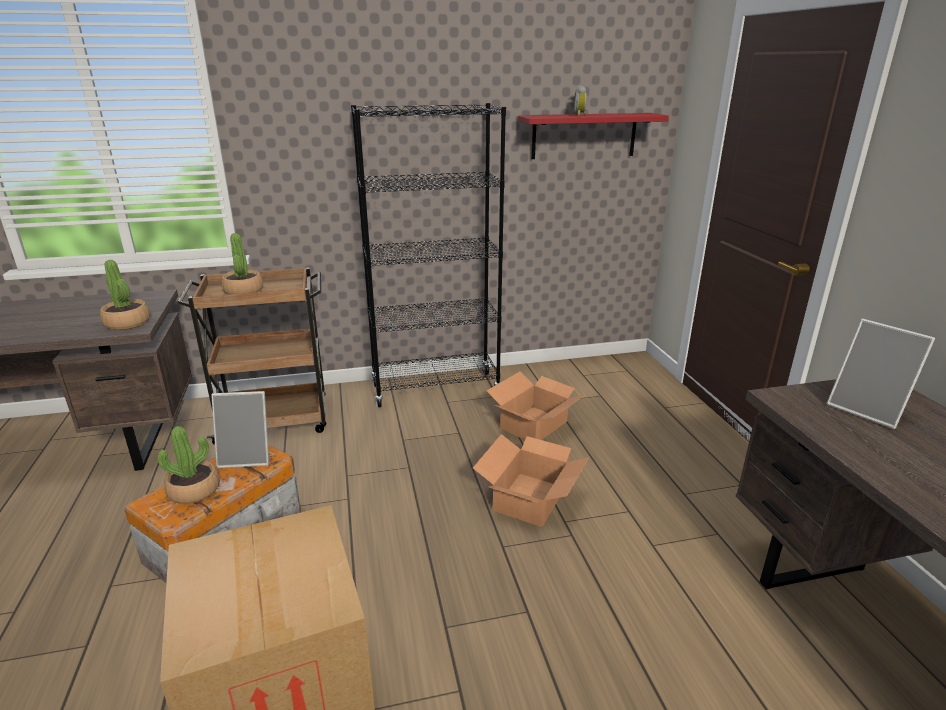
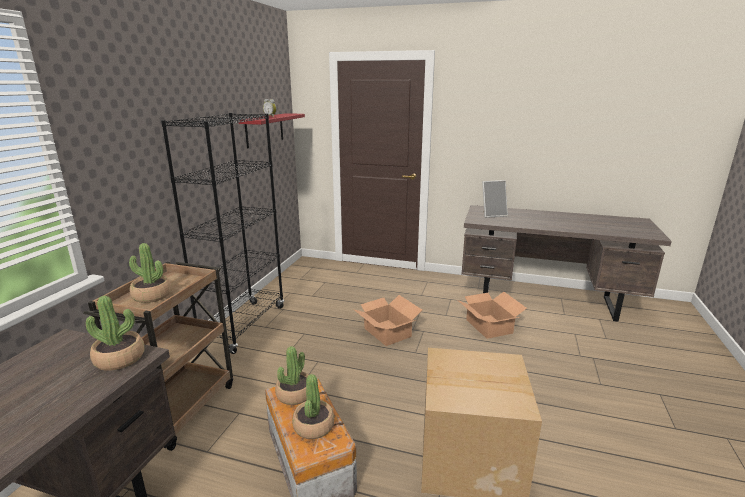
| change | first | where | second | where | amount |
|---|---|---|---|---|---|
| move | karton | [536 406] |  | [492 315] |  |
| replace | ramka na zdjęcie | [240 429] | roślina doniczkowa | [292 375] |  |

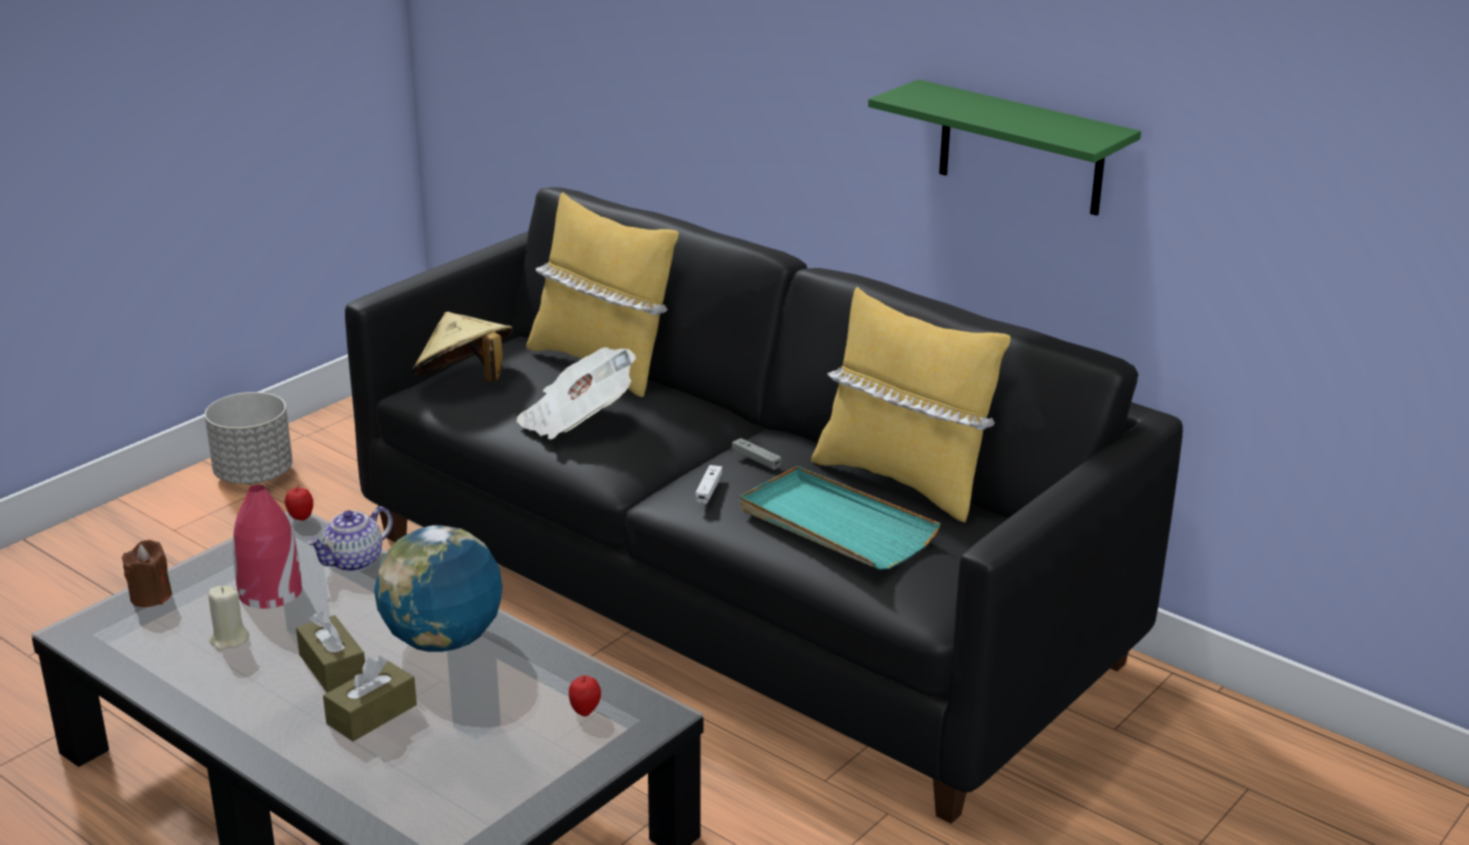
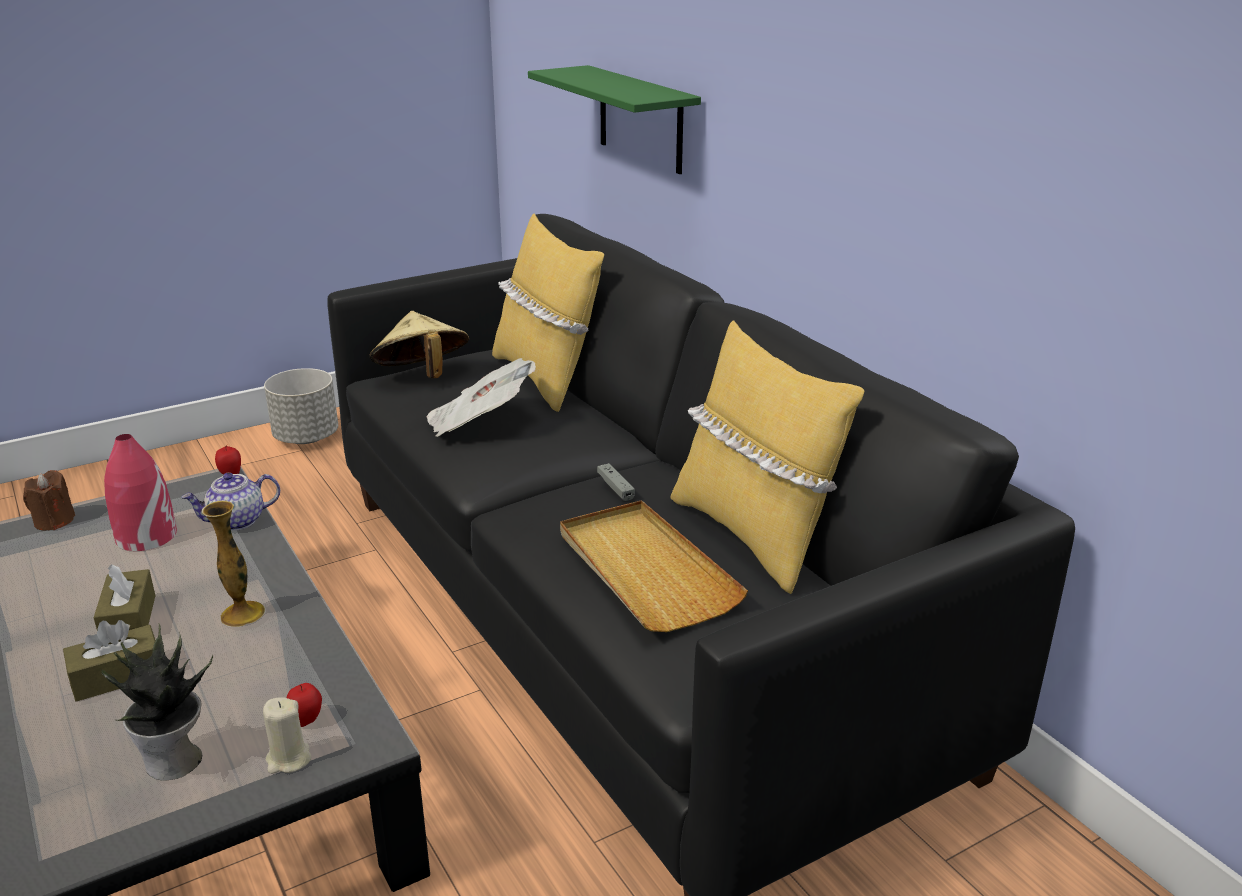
| change | first | where | second | where | amount |
|---|---|---|---|---|---|
| delete | pad do gier/biały | [709 484] |  |  |  |
| insert |  |  | roślina doniczkowa | [157 702] |  |
| move | świeca/beżowy | [228 618] |  | [287 735] |  |
| move | półka/zielony | [1004 147] |  | [614 119] |  |
| replace | globus | [438 588] | wazon | [234 563] |  |
| recolor | taca/turkusowy | [840 517] | taca/beżowy | [654 566] |  |

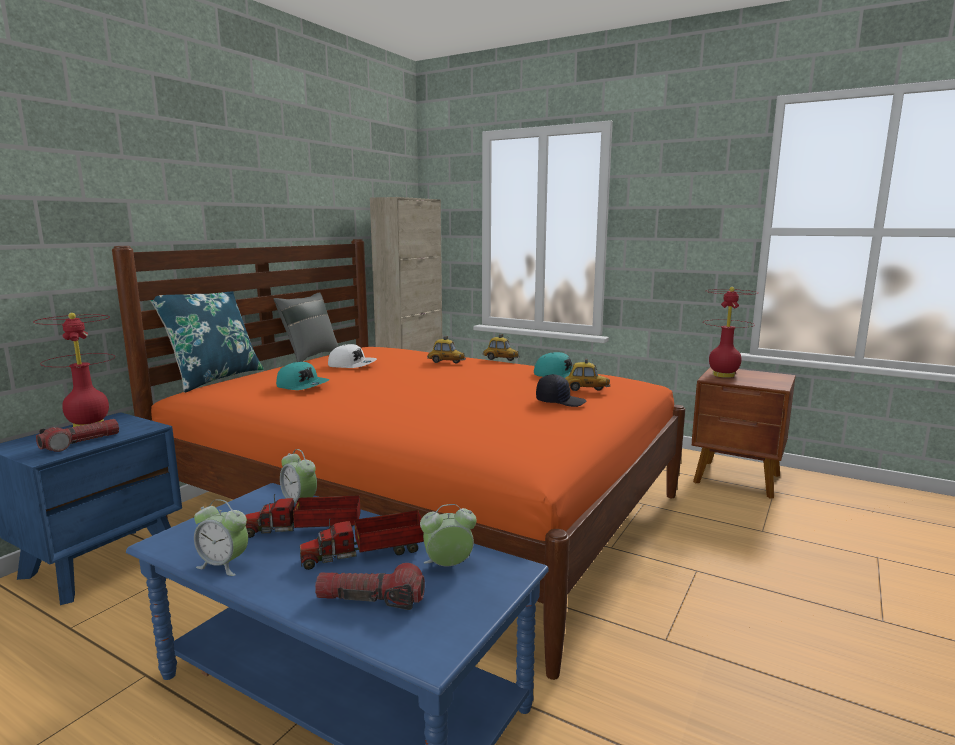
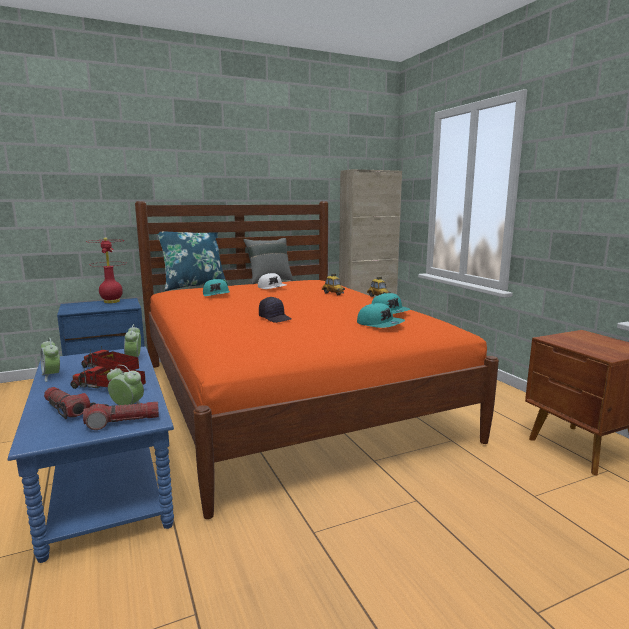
| change | first | where | second | where | amount |
|---|---|---|---|---|---|
| delete | lampa stołowa/czerwony | [730 332] |  |  |  |
| move | latarka | [77 435] |  | [121 415] |  |
| move | czapka z daszkiem/czarny | [561 390] |  | [275 310] |  |
| replace | samochodzik | [587 374] | czapka z daszkiem/turkusowy | [381 315] |  |

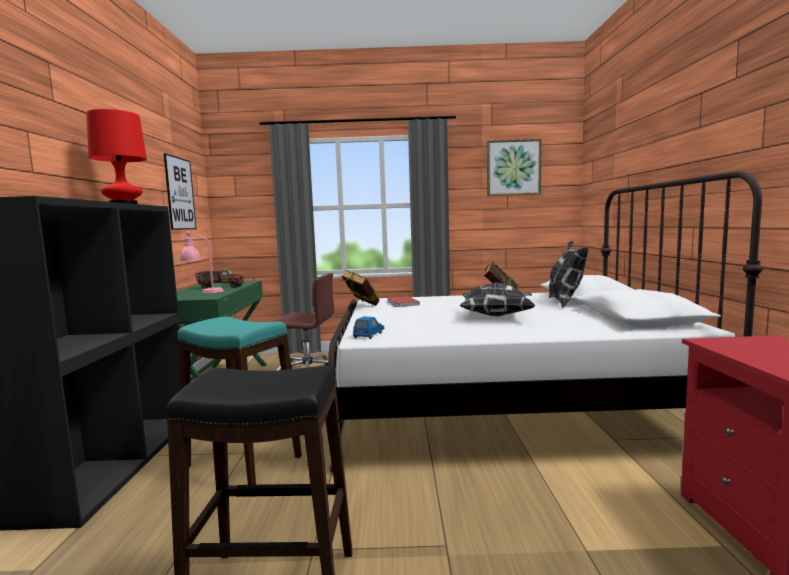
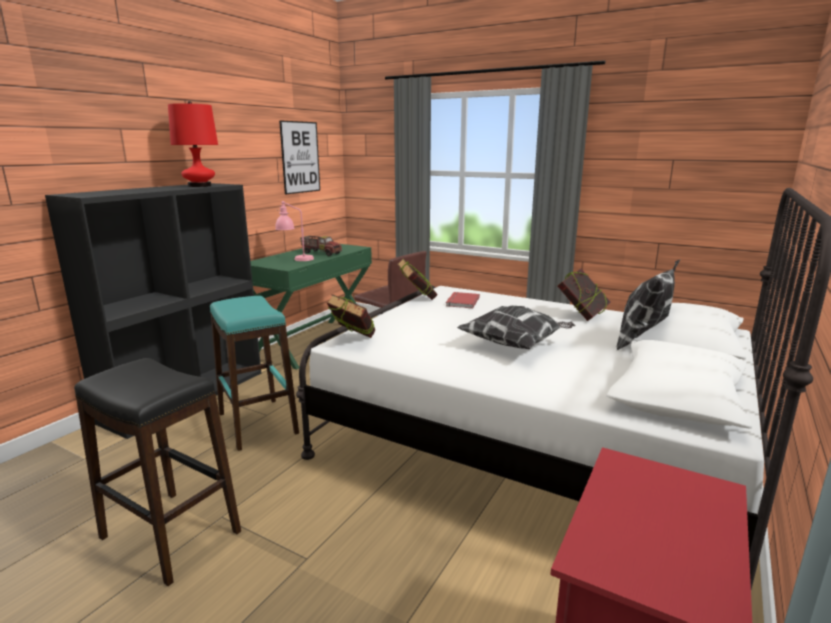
| change | first | where | second | where | amount |
|---|---|---|---|---|---|
| delete | obraz | [514 167] |  |  |  |
| replace | samochodzik/niebieski | [368 327] | książka | [351 316] |  |

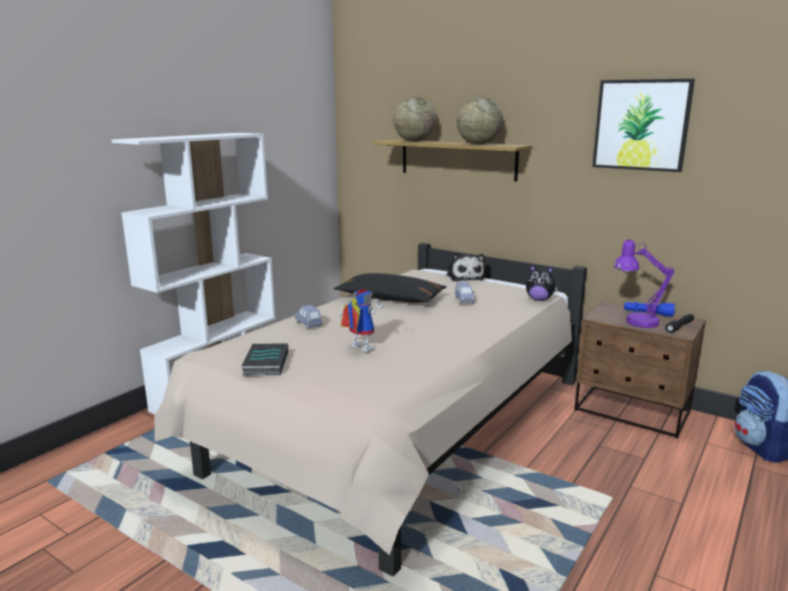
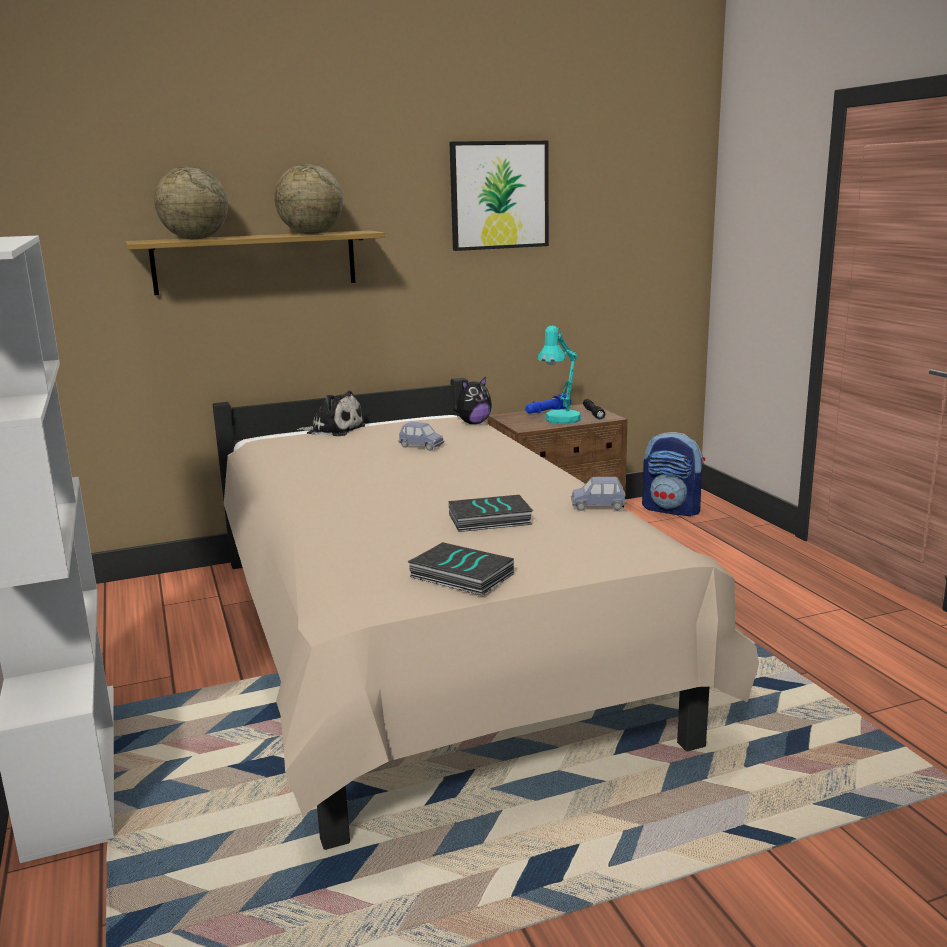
| change | first | where | second | where | amount |
|---|---|---|---|---|---|
| delete | poduszka/czarny | [390 287] |  |  |  |
| move | samochodzik/niebieski | [309 317] |  | [598 494] |  |
| replace | robot zabawkowy | [362 320] | książka | [491 513] |  |
| recolor | lampa stołowa/fioletowy | [644 283] | lampa stołowa/turkusowy | [559 375] |  |

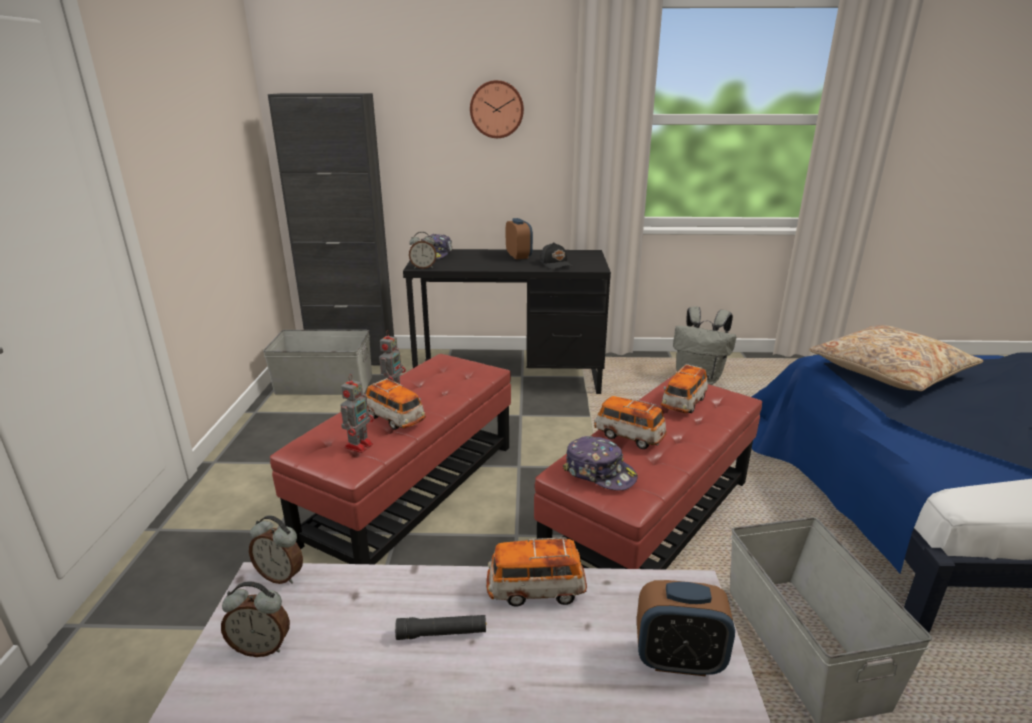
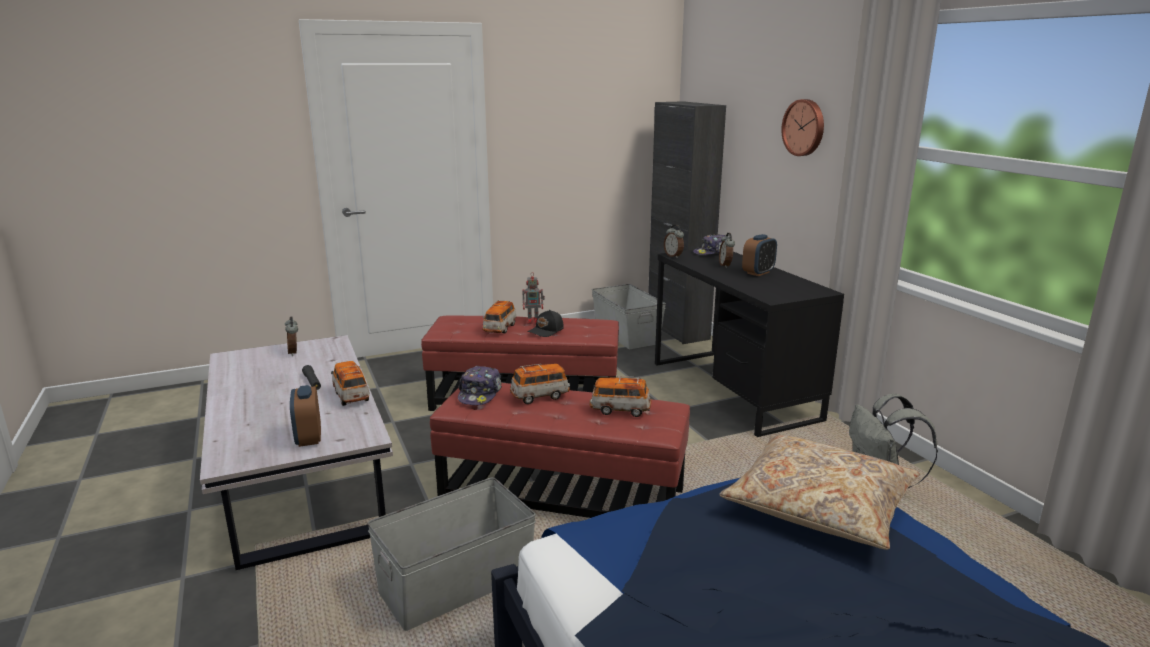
| change | first | where | second | where | amount |
|---|---|---|---|---|---|
| delete | robot zabawkowy | [357 413] |  |  |  |
| move | budzik | [276 549] |  | [727 250] |  |
| move | czapka z daszkiem/czarny | [556 255] |  | [545 323] |  |
| rotate | samochodzik | [631 422] |  | [540 384] | 60 degrees clockwise |

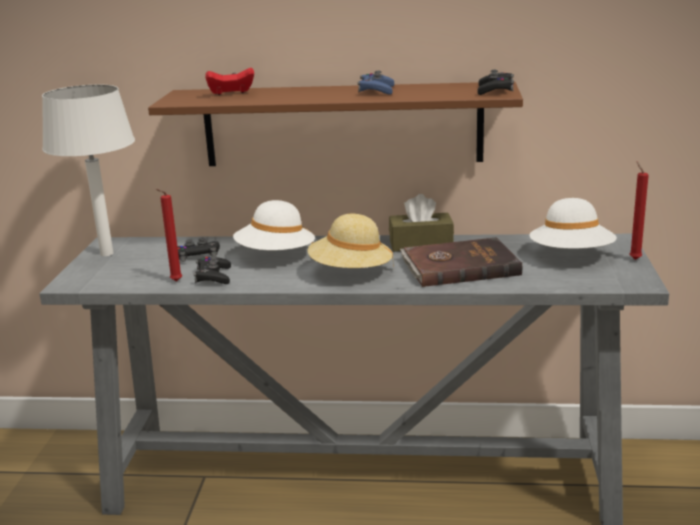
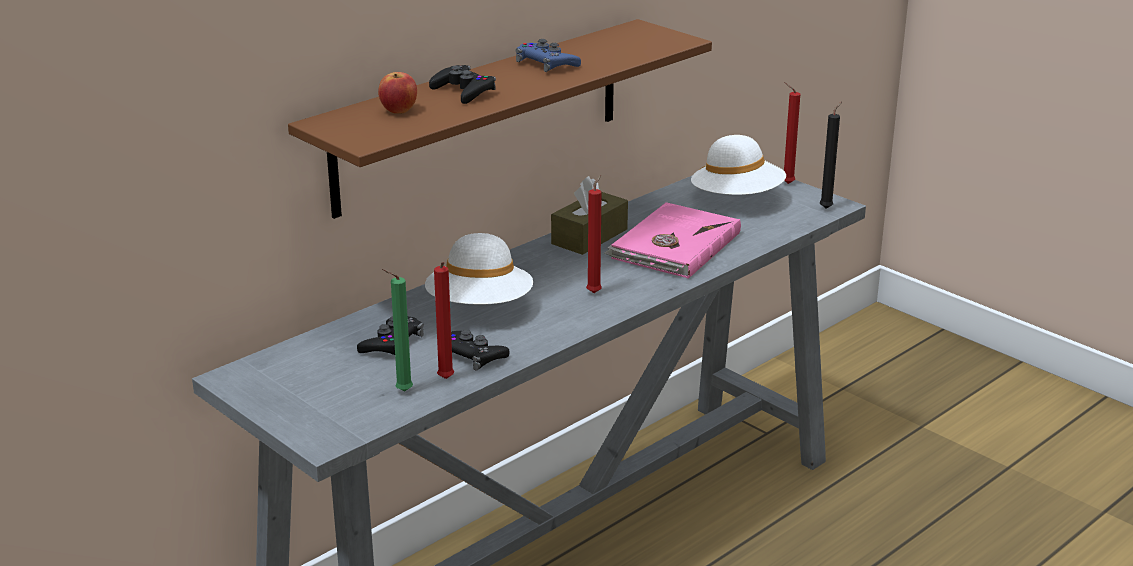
| change | first | where | second | where | amount |
|---|---|---|---|---|---|
| delete | lampa stołowa/biały | [88 170] |  |  |  |
| insert |  |  | świeca/zielony | [397 330] |  |
| insert |  |  | świeca/czarny | [831 155] |  |
| move | pad do gier/czarny | [495 82] |  | [462 84] |  |
| replace | pad do gier/czerwony | [229 81] | jabłko | [397 93] |  |
| replace | kapelusz/beżowy | [350 241] | świeca/czerwony | [594 234] |  |
| recolor | książka/brązowy | [461 262] | książka/różowy | [672 240] |  |

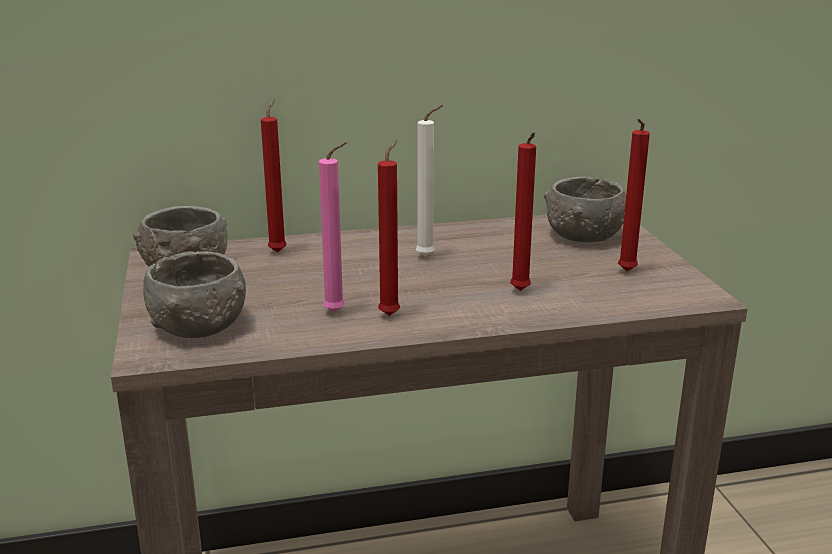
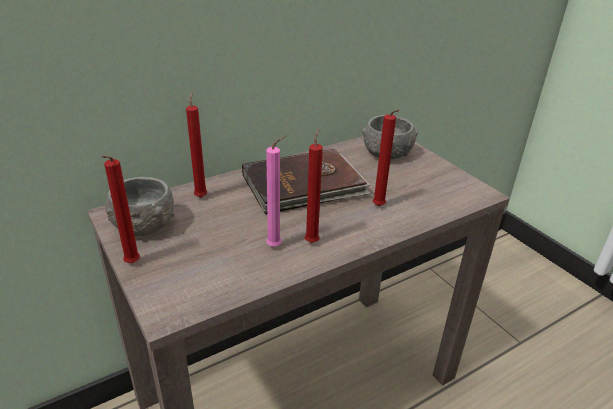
| change | first | where | second | where | amount |
|---|---|---|---|---|---|
| delete | miska/szary | [194 294] |  |  |  |
| move | świeca/czerwony | [634 195] |  | [121 209] |  |
| replace | świeca/biały | [429 181] | książka/brązowy | [306 181] |  |

